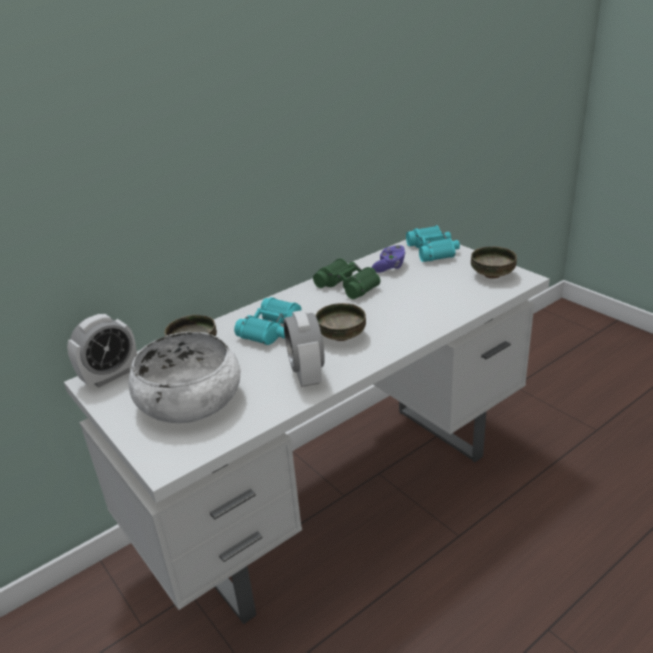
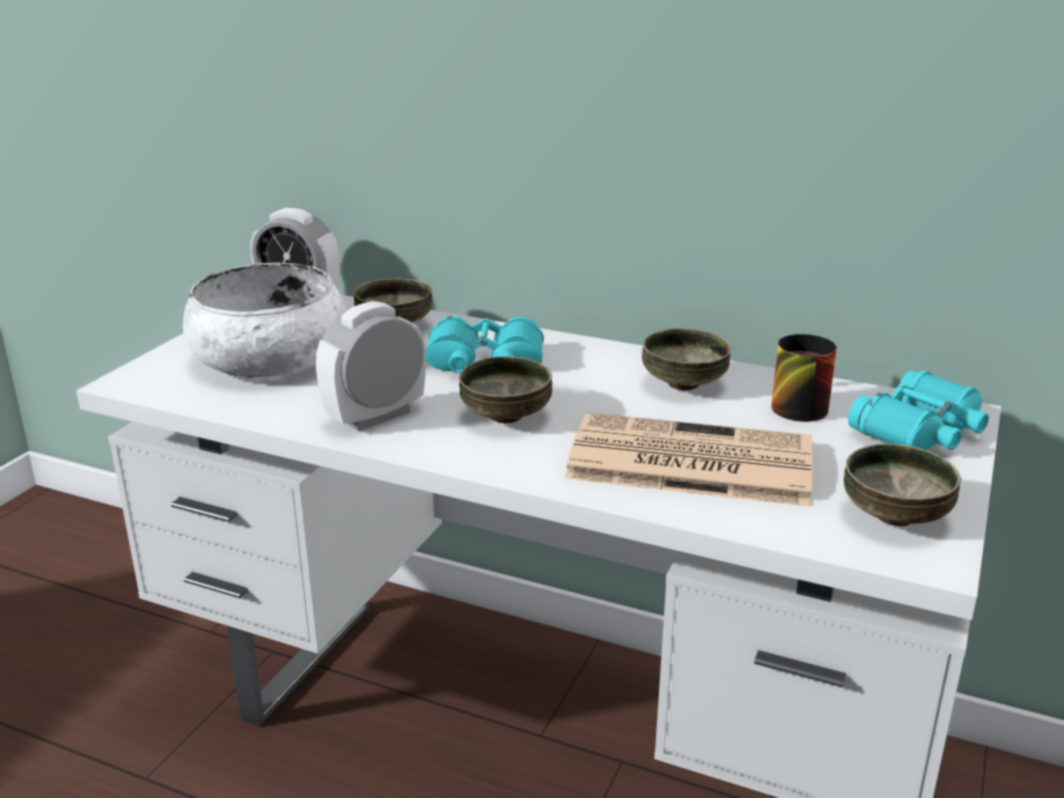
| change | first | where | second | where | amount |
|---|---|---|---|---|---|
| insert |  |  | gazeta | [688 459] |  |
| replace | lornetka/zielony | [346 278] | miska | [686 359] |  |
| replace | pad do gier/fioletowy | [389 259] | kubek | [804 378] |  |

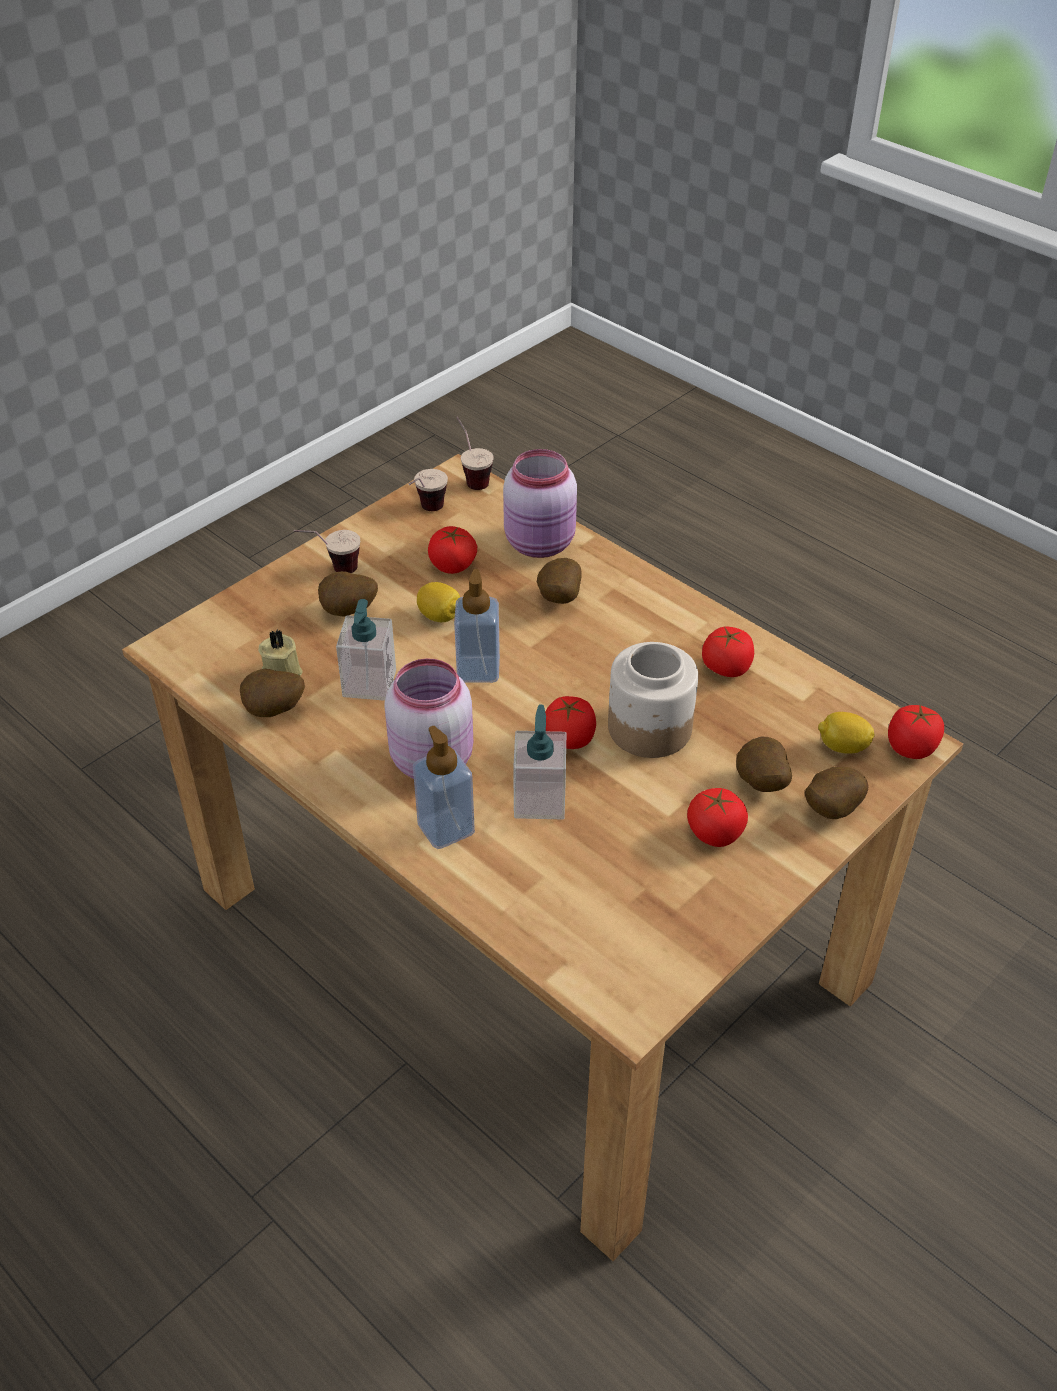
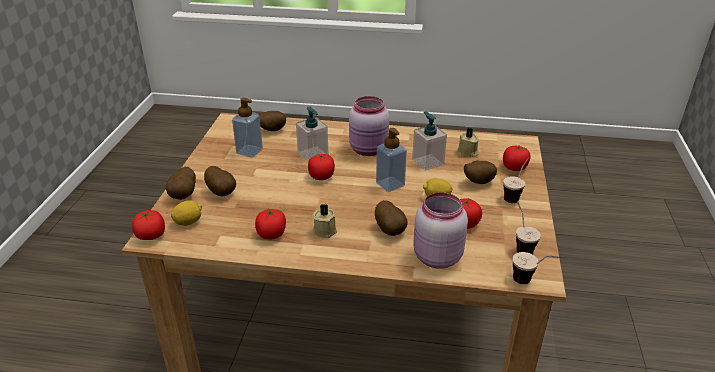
| change | first | where | second | where | amount |
|---|---|---|---|---|---|
| delete | słoik | [653 700] |  |  |  |
| insert |  |  | świeca/beżowy | [325 221] |  |
| move | ziemniak | [272 693] |  | [272 121] |  |
| move | dozownik mydła | [444 787] |  | [247 128] |  |
| move | pomidor | [717 817] |  | [517 158] |  |

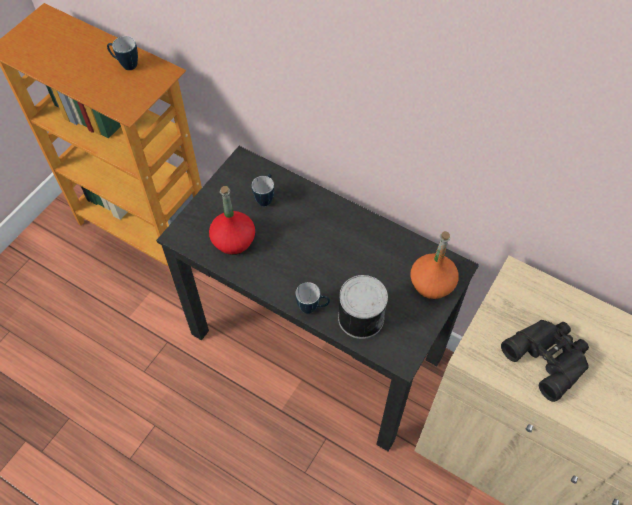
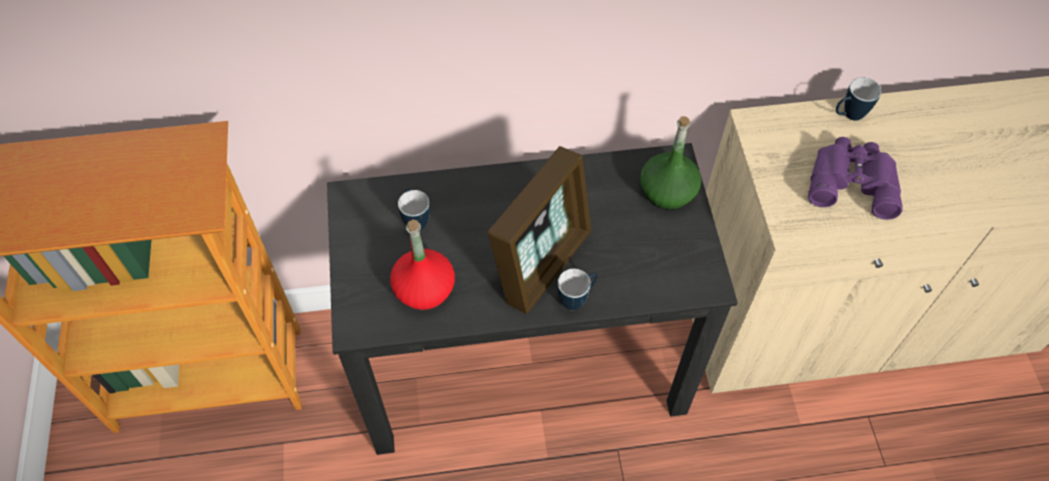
| change | first | where | second | where | amount |
|---|---|---|---|---|---|
| delete | puszka | [363 307] |  |  |  |
| insert |  |  | ramka na zdjęcie | [539 230] |  |
| move | kubek | [122 53] |  | [858 98] |  |
| recolor | butelka/pomarańczowy | [434 265] | butelka/zielony | [670 163] |  |
| recolor | lornetka/czarny | [545 361] | lornetka/fioletowy | [855 178] |  |

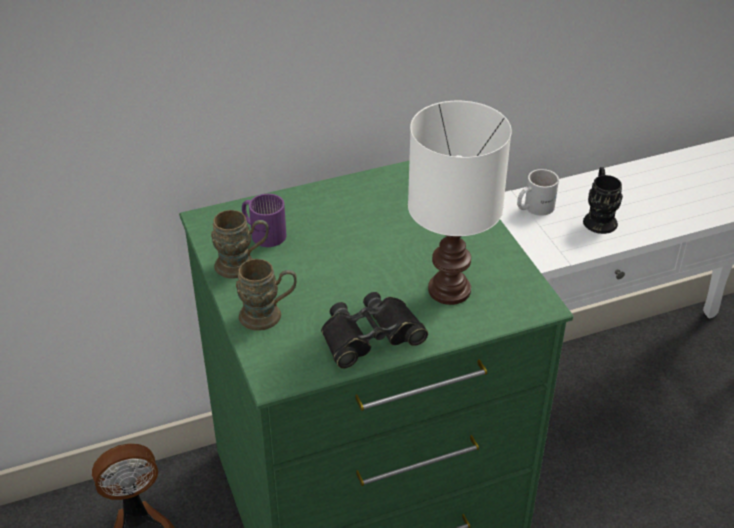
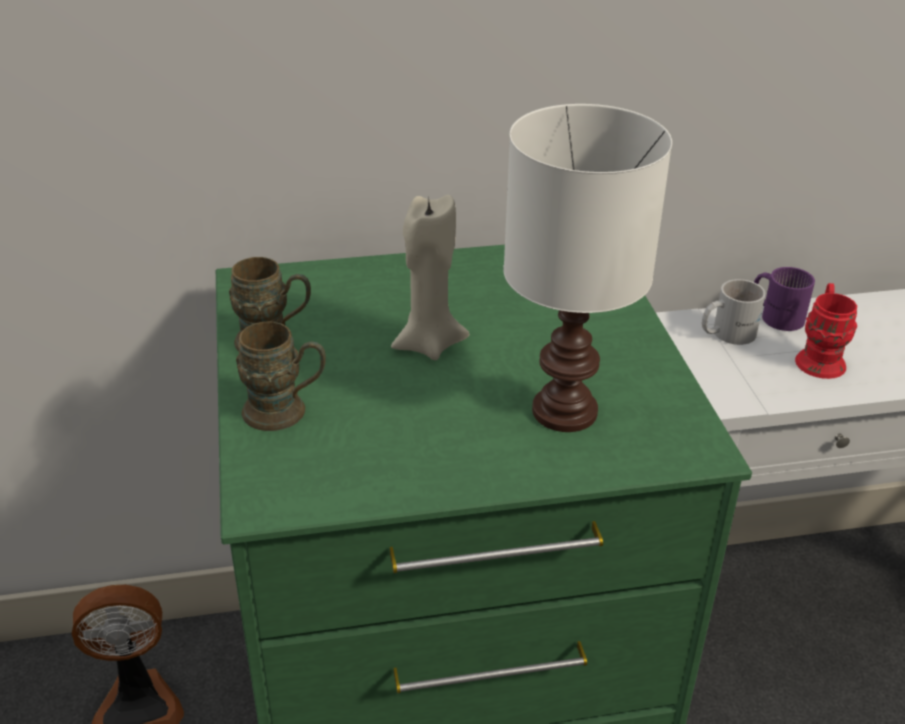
| change | first | where | second | where | amount |
|---|---|---|---|---|---|
| delete | lornetka/czarny | [374 330] |  |  |  |
| insert |  |  | świeca/beżowy | [430 277] |  |
| move | kubek/fioletowy | [264 220] |  | [784 299] |  |
| recolor | kubek/czarny | [603 200] | kubek/czerwony | [826 331] |  |

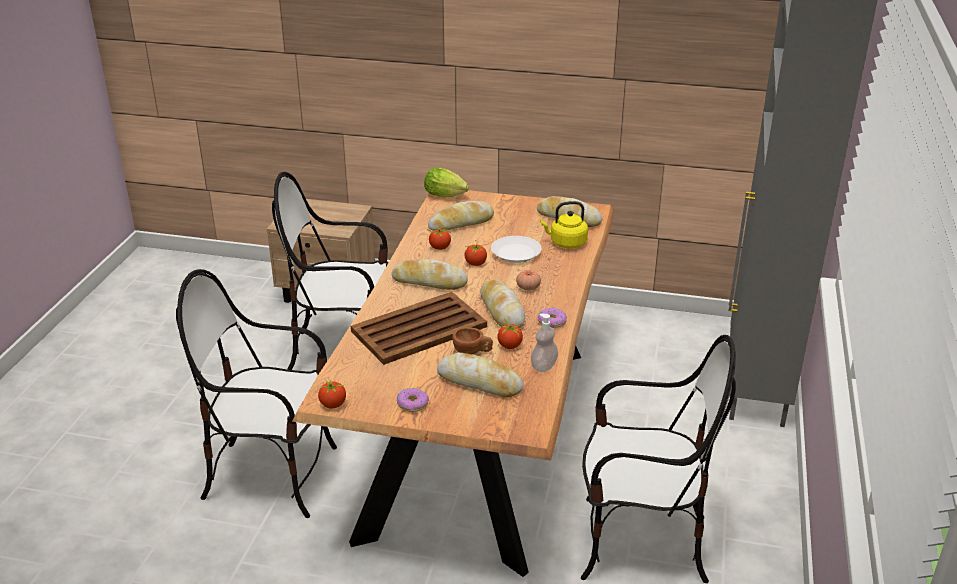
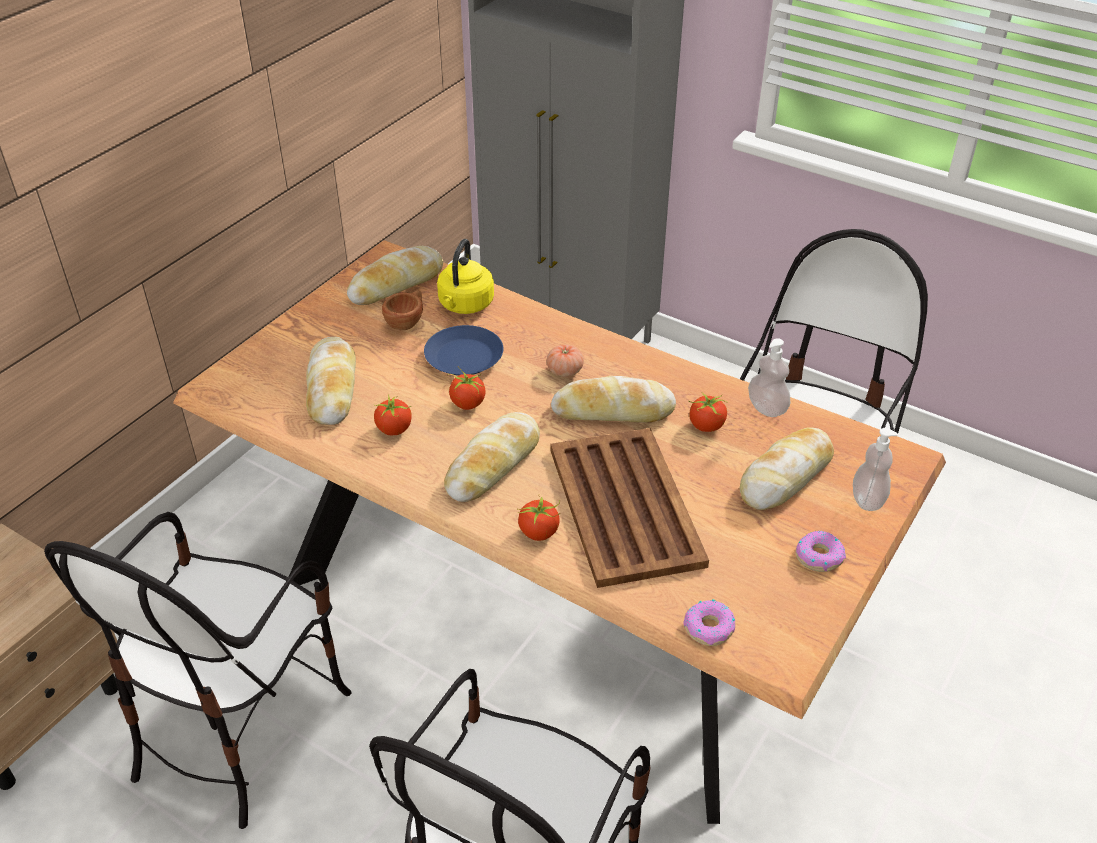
| change | first | where | second | where | amount |
|---|---|---|---|---|---|
| delete | sałata | [446 182] |  |  |  |
| insert |  |  | dozownik mydła | [875 469] |  |
| move | pomidor | [332 394] |  | [538 518] |  |
| move | filiżanka/brązowy | [472 340] |  | [402 310] |  |
| move | donut | [552 318] |  | [709 622] |  |
| recolor | talerz/biały | [516 249] | talerz/niebieski | [463 350] |  |

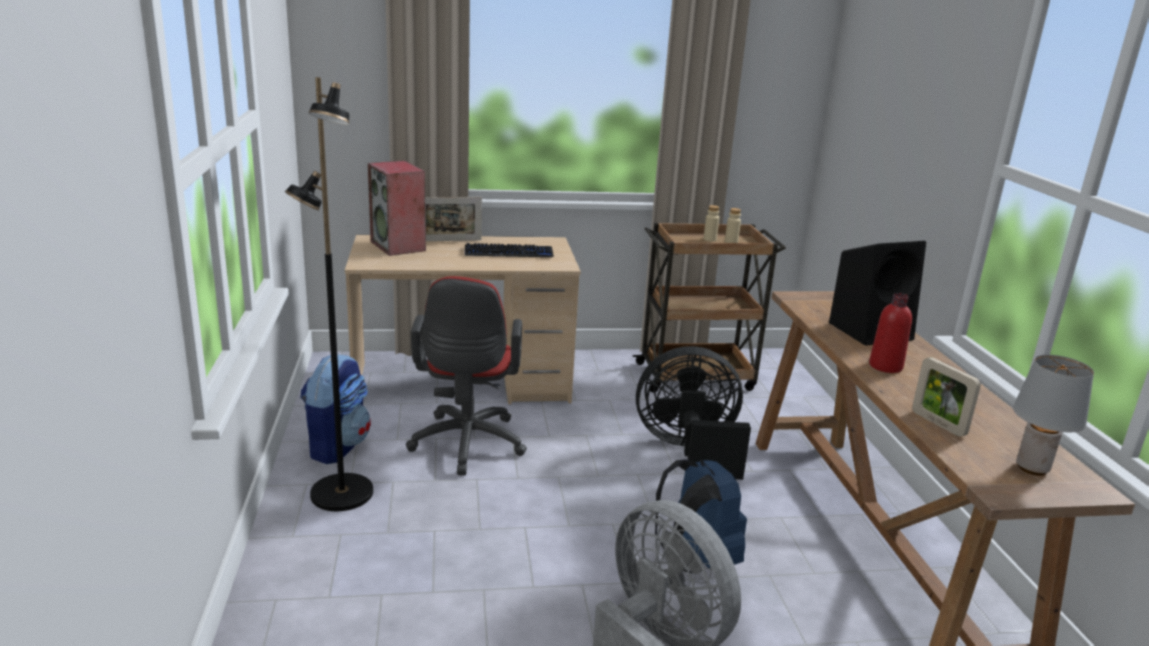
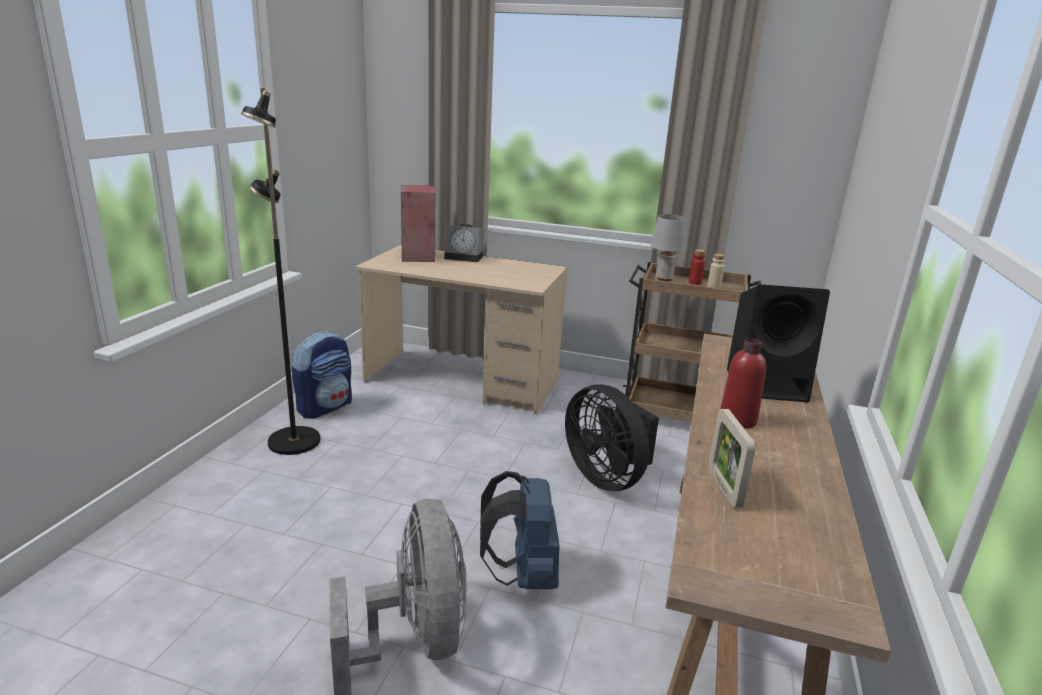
| change | first | where | second | where | amount |
|---|---|---|---|---|---|
| delete | krzesło biurowe/czerwony | [466 375] |  |  |  |
| delete | klawiatura | [509 250] |  |  |  |
| move | lampa stołowa/szary | [1053 415] |  | [668 247] |  |
| replace | ramka na zdjęcie | [453 219] | budzik | [464 243] |  |
| recolor | butelka/beżowy | [711 223] | butelka/czerwony | [696 267] |  |
| rotate | wentylator/czarny | [693 413] |  | [612 437] | 150 degrees counterclockwise |

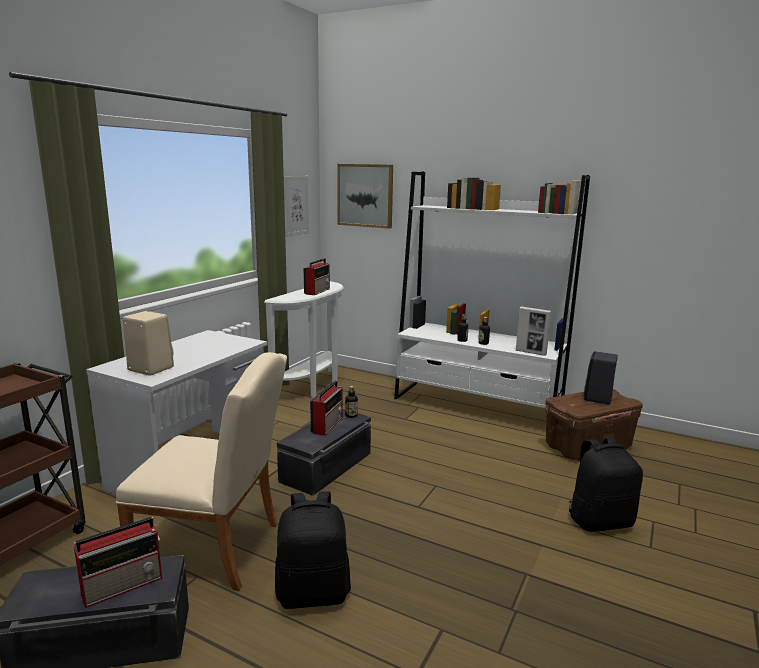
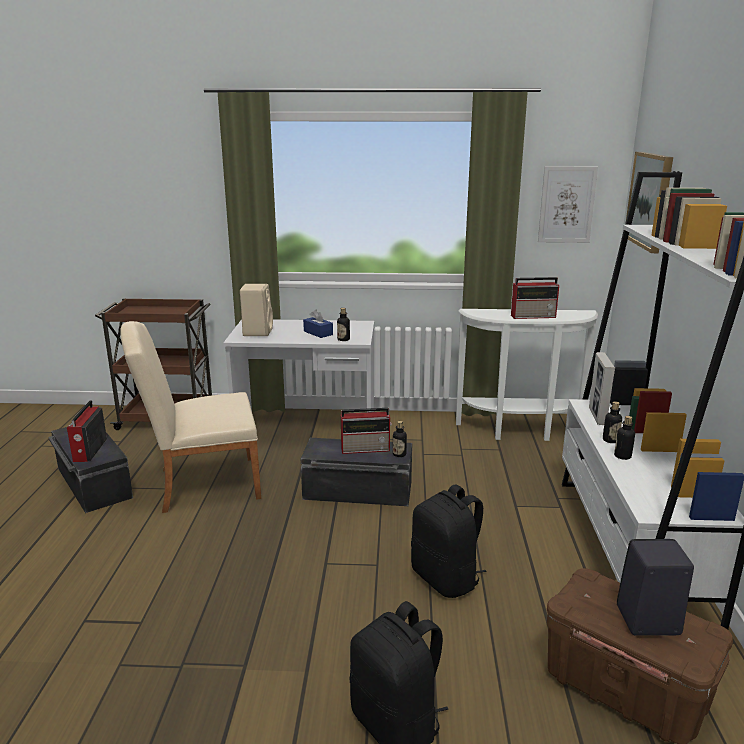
| change | first | where | second | where | amount |
|---|---|---|---|---|---|
| insert |  |  | pudełko chusteczek/niebieski | [318 323] |  |
| insert |  |  | butelka | [343 324] |  |
| move | plecak/czarny | [313 550] |  | [448 541] |  |
| move | ramka na zdjęcie | [534 331] |  | [602 388] |  |
| rotate | radio | [118 562] |  | [87 431] | 60 degrees clockwise |
| rotate | krzesło/beżowy | [201 471] |  | [190 417] | 90 degrees clockwise |

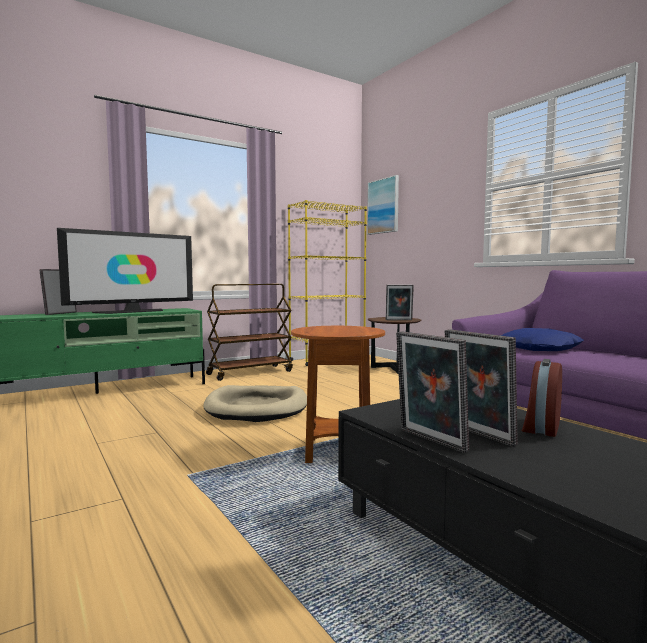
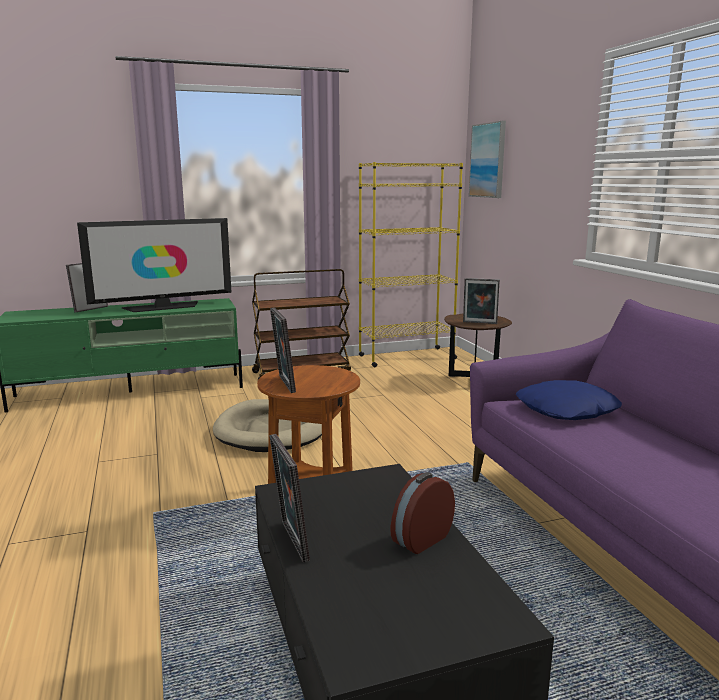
| change | first | where | second | where | amount |
|---|---|---|---|---|---|
| move | ramka na zdjęcie | [481 388] |  | [283 350] |  |

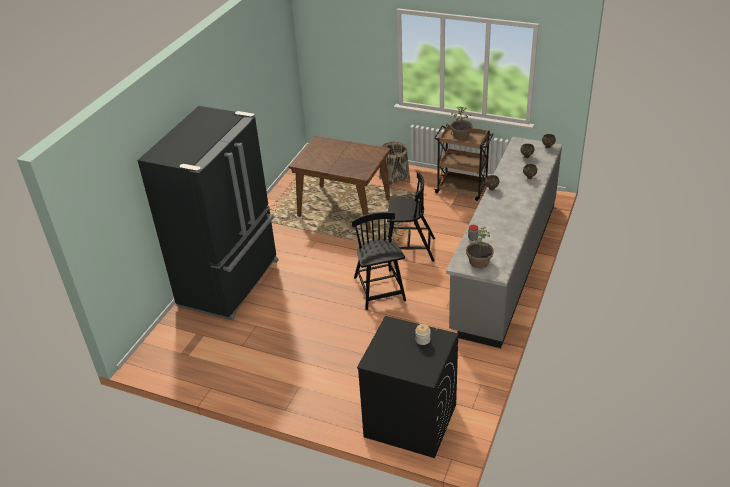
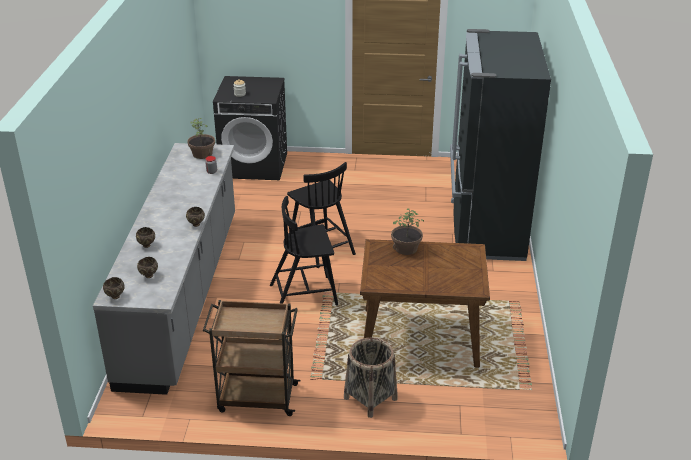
| change | first | where | second | where | amount |
|---|---|---|---|---|---|
| move | roślina doniczkowa | [462 123] |  | [407 232] |  |

